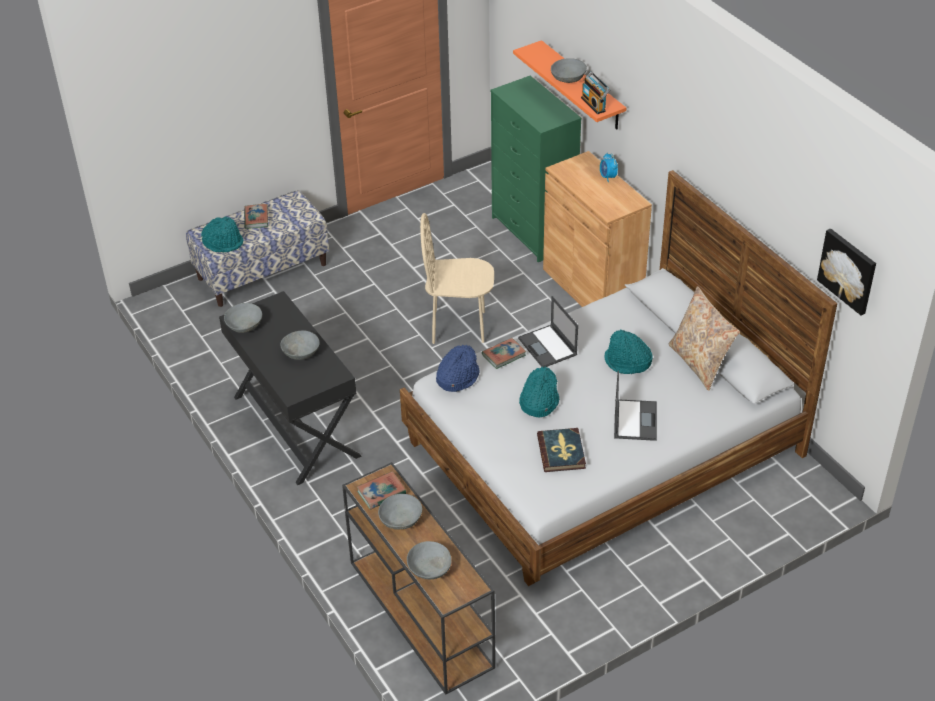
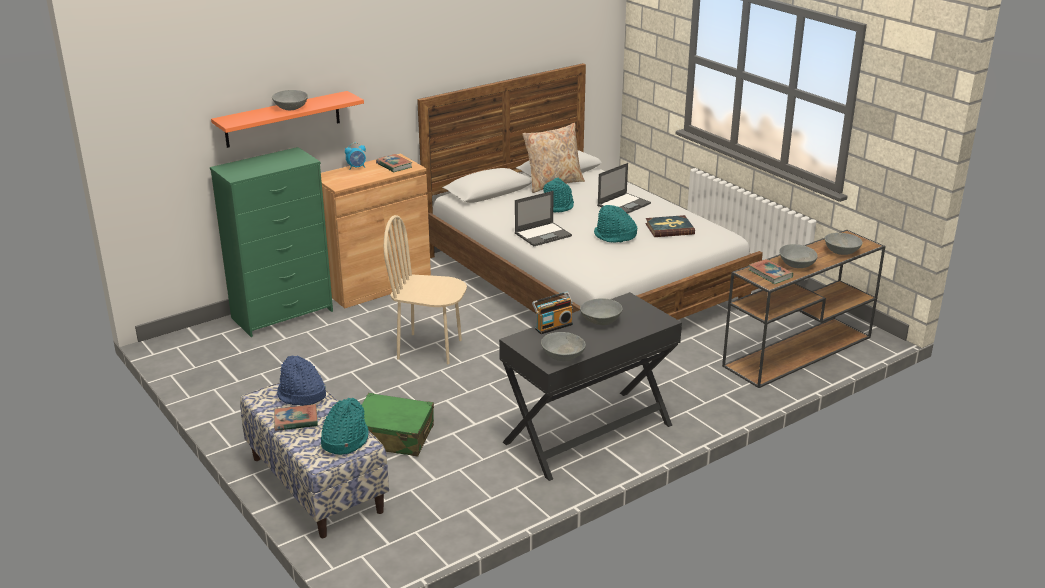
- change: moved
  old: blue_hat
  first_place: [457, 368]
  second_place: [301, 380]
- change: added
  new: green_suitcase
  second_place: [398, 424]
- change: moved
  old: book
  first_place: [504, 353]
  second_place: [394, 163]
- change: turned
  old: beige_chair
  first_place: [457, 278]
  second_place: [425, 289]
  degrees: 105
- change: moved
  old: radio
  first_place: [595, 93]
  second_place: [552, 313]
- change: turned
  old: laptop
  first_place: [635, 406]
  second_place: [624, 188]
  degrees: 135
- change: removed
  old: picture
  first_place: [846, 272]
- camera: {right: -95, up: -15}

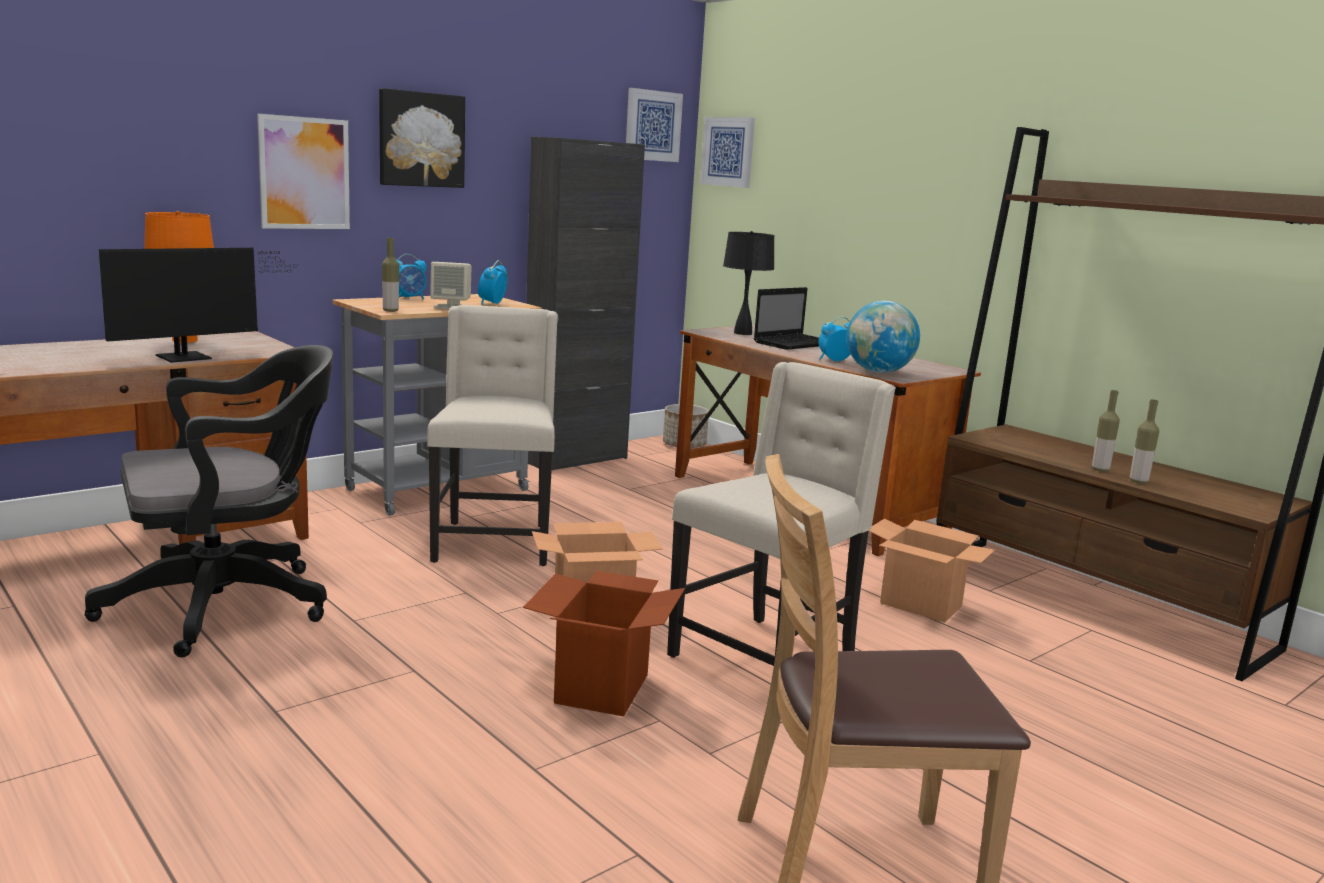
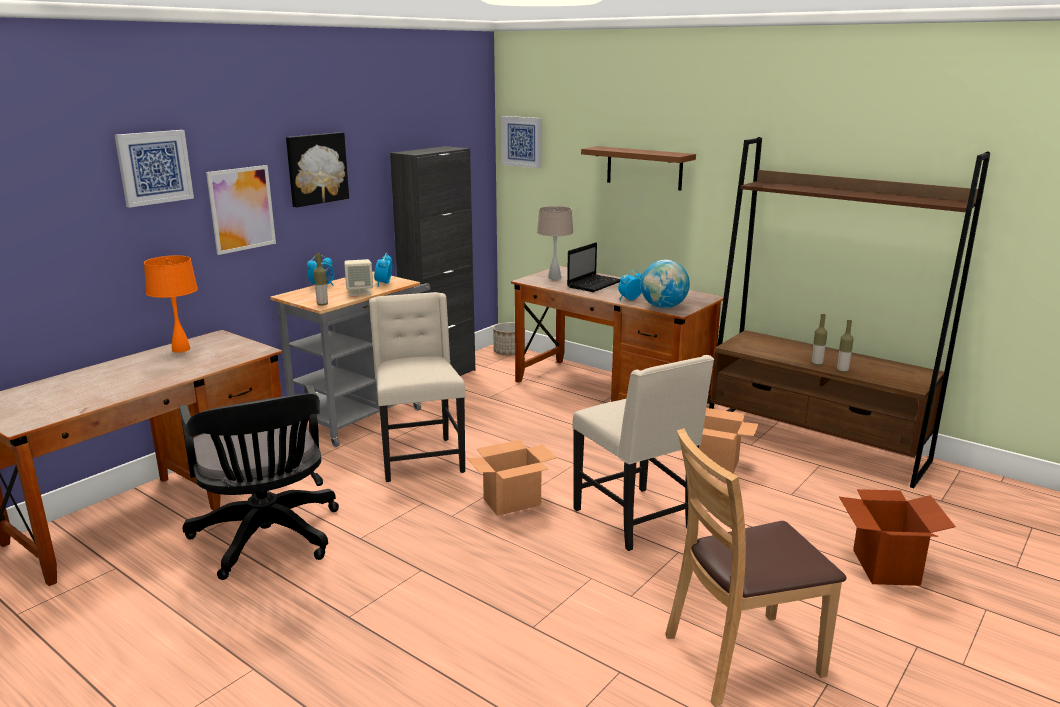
- change: moved
  old: picture
  first_place: [654, 125]
  second_place: [154, 169]
- change: turned
  old: black_office_chair
  first_place: [209, 501]
  second_place: [259, 482]
  degrees: 105
- change: recoloured
  old: black_table_lamp
  new: beige_table_lamp
  first_place: [749, 283]
  second_place: [555, 243]
- change: turned
  old: beige_chair
  first_place: [781, 514]
  second_place: [643, 453]
  degrees: 120
- change: added
  new: brown_shelf
  second_place: [638, 168]
- change: moved
  old: cardboard_box
  first_place: [604, 644]
  second_place: [897, 537]
- change: removed
  old: monitor
  first_place: [199, 305]
- camera: {right: -10, up: 5}

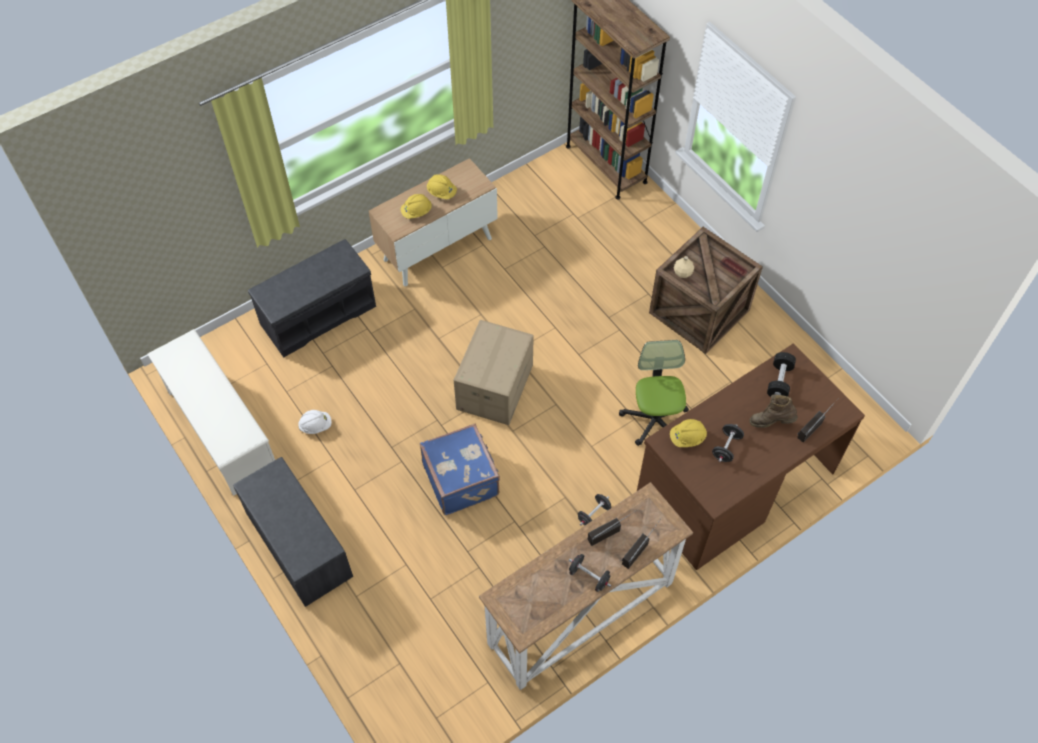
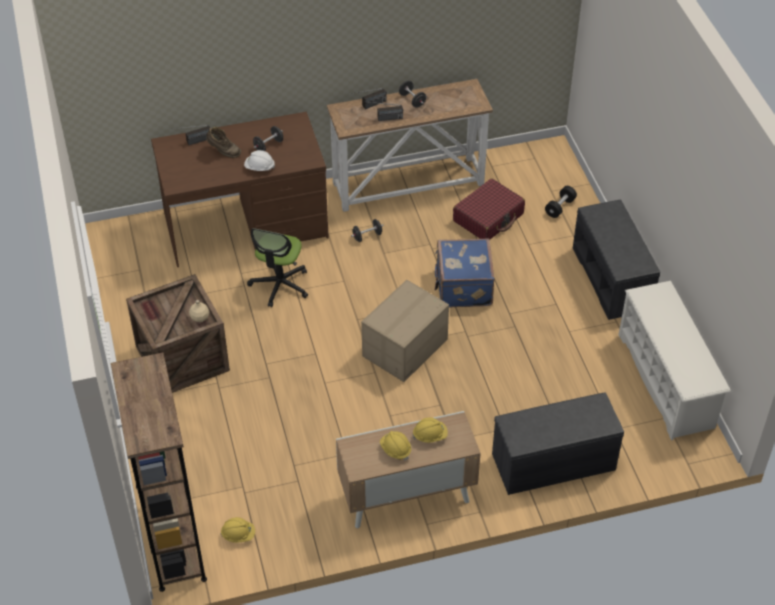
- change: moved
  old: yellow_hard_hat
  first_place: [688, 433]
  second_place: [238, 530]
- change: moved
  old: white_hard_hat
  first_place: [314, 422]
  second_place: [259, 160]
- change: added
  new: red_suitcase
  second_place: [489, 208]
- change: moved
  old: black_dumbbell
  first_place: [781, 374]
  second_place: [561, 202]
- camera: {right: -160, up: -10}

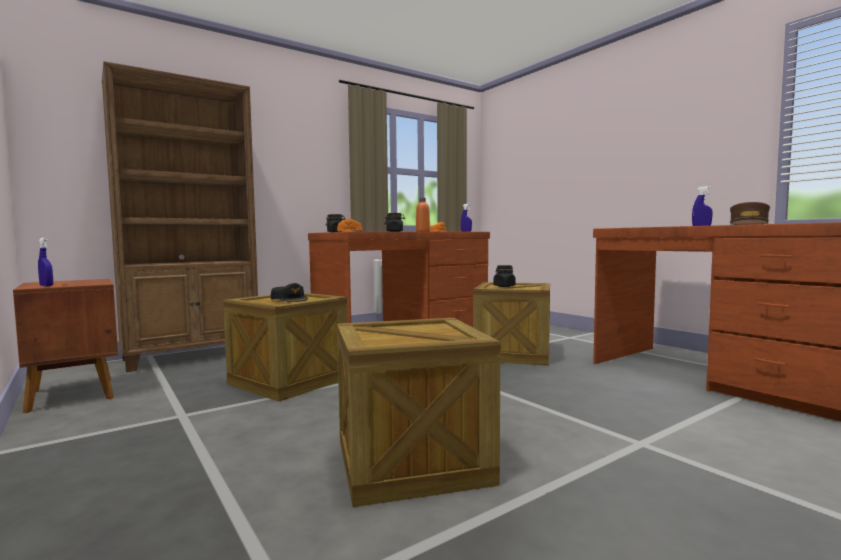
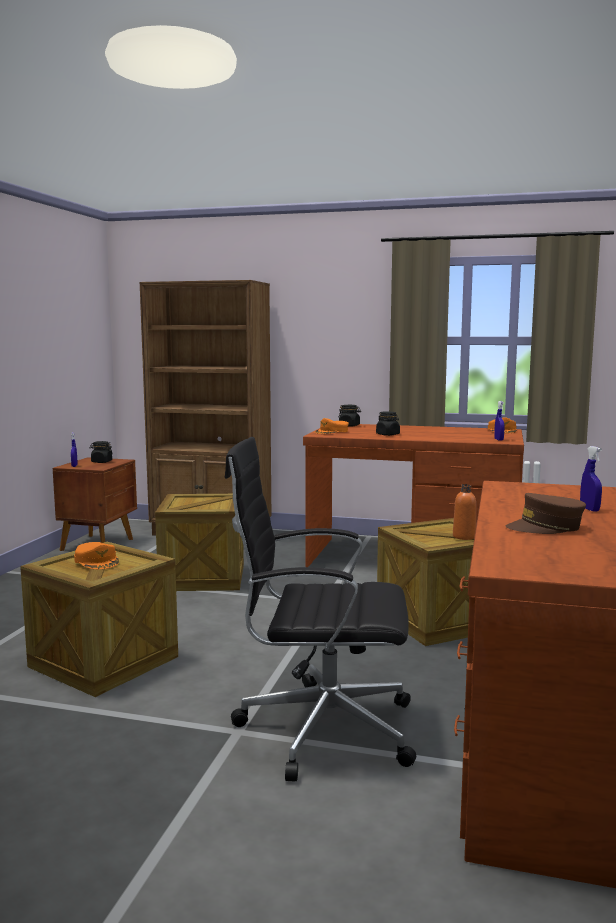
- change: added
  new: orange_cap
  second_place: [96, 555]
- change: moved
  old: black_jar
  first_place: [504, 276]
  second_place: [101, 452]
- change: added
  new: black_office_chair
  second_place: [320, 609]
- change: moved
  old: orange_bottle
  first_place: [423, 215]
  second_place: [464, 512]
- change: removed
  old: black_cap
  first_place: [289, 292]
- camera: {right: 50, up: 5}

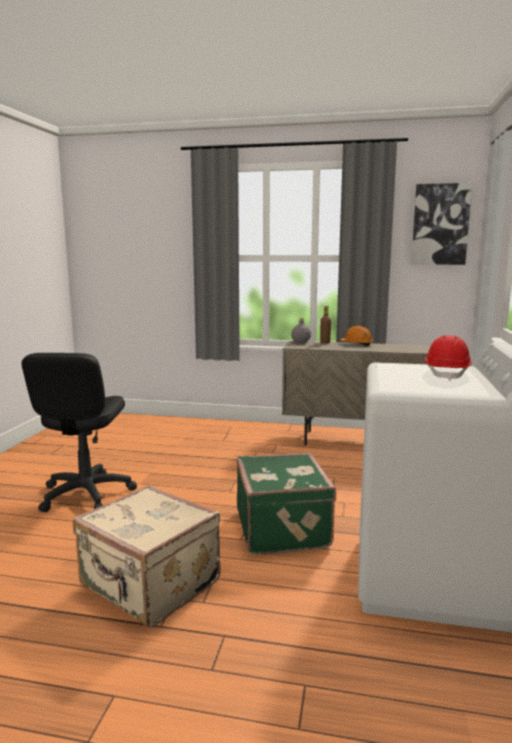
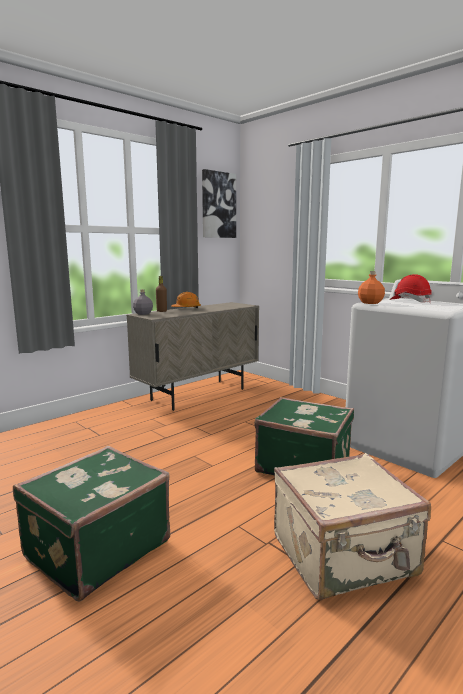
- change: replaced
  old: black_office_chair
  new: green_suitcase
  first_place: [79, 432]
  second_place: [91, 524]
- change: added
  new: orange_bottle
  second_place: [371, 287]
- camera: {right: -55, up: 0}

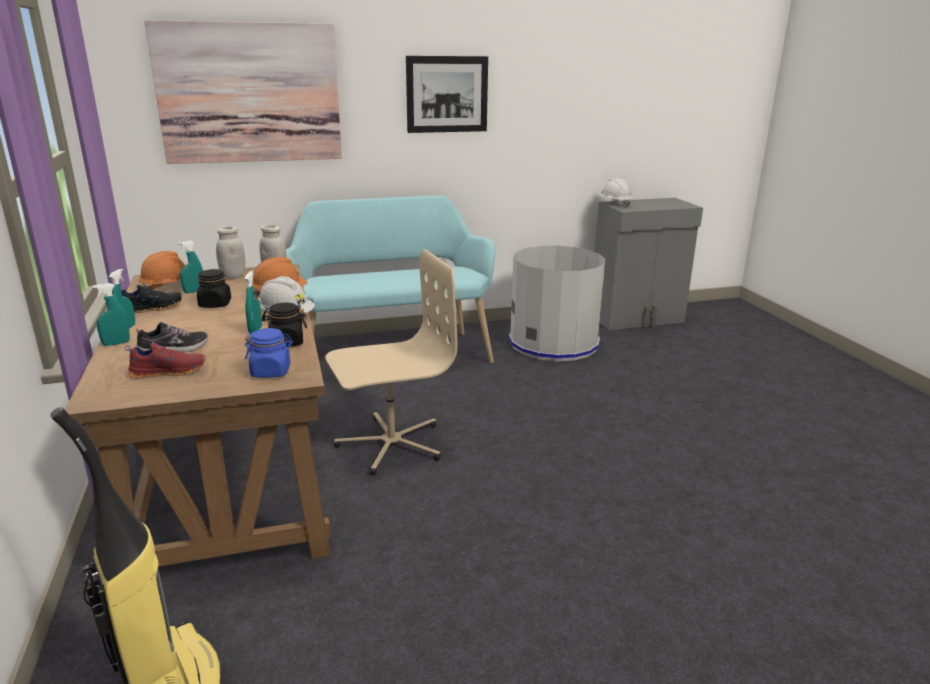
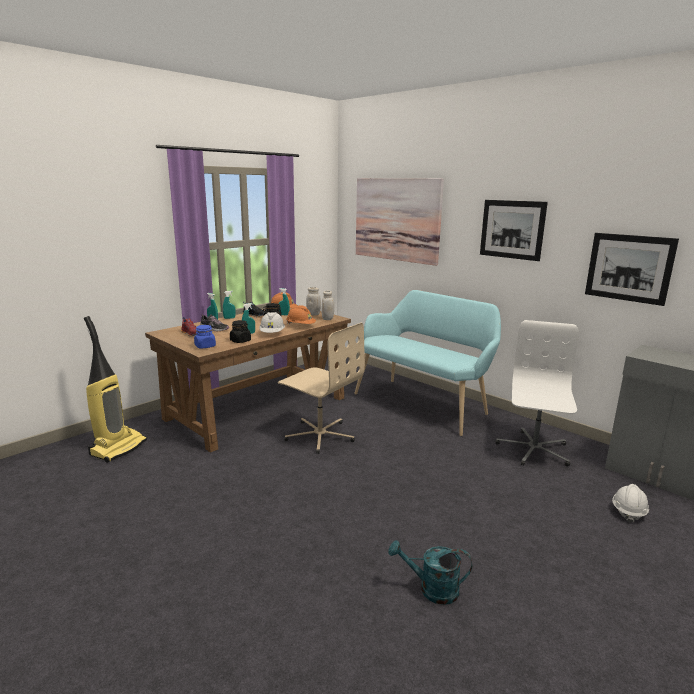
- change: added
  new: turquoise_watering_can
  second_place: [430, 572]
- change: replaced
  old: grey_trash_can
  new: white_office_chair
  first_place: [556, 303]
  second_place: [537, 393]
- change: added
  new: picture
  second_place: [632, 269]
- change: moved
  old: white_hard_hat
  first_place: [615, 192]
  second_place: [630, 503]
- camera: {right: 60, up: -5}

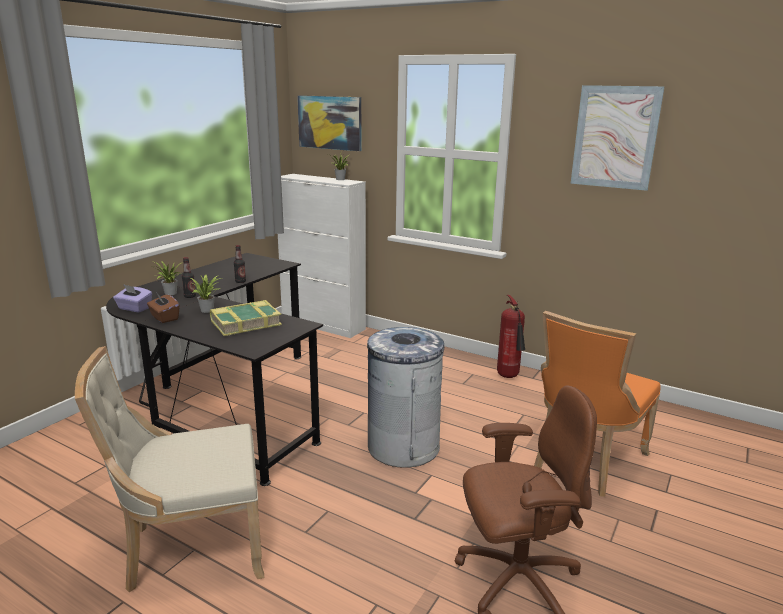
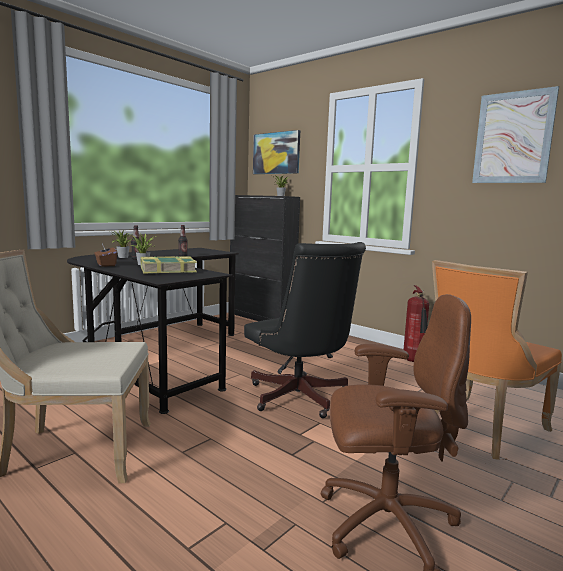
- change: recoloured
  old: white_cabinet
  new: black_cabinet
  first_place: [322, 256]
  second_place: [265, 258]
- change: replaced
  old: grey_trash_can
  new: black_office_chair
  first_place: [405, 397]
  second_place: [305, 330]
- change: removed
  old: purple_tissue_box
  first_place: [132, 298]
- camera: {right: 10, up: -10}

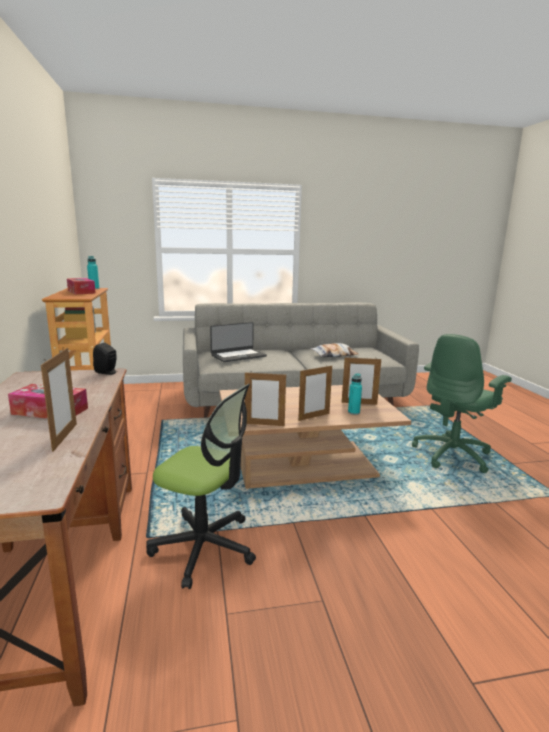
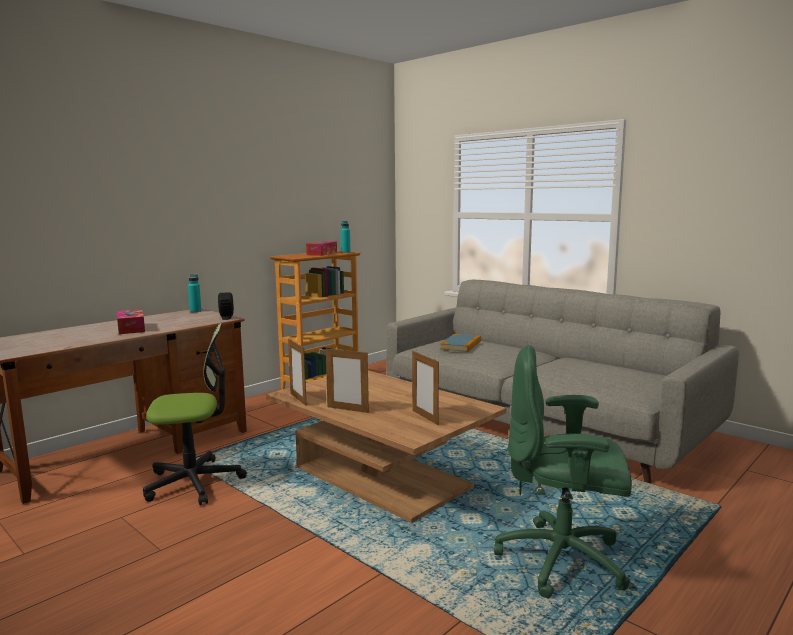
- change: turned
  old: office_chair
  first_place: [201, 486]
  second_place: [195, 414]
  degrees: -90
- change: moved
  old: turquoise_bottle
  first_place: [355, 394]
  second_place: [194, 293]
- change: replaced
  old: laptop
  new: book
  first_place: [238, 342]
  second_place: [460, 343]
- change: removed
  old: picture_frame
  first_place: [59, 399]
- change: removed
  old: pillow
  first_place: [334, 350]
- camera: {right: 55, up: -5}

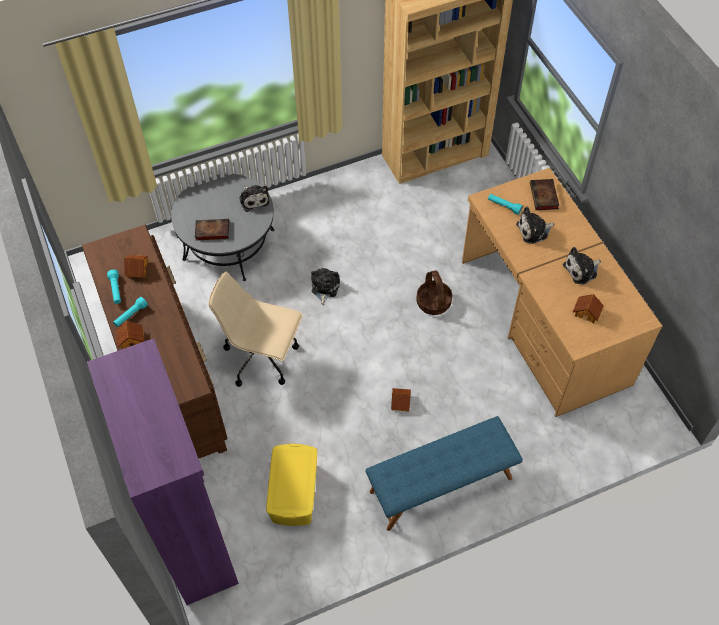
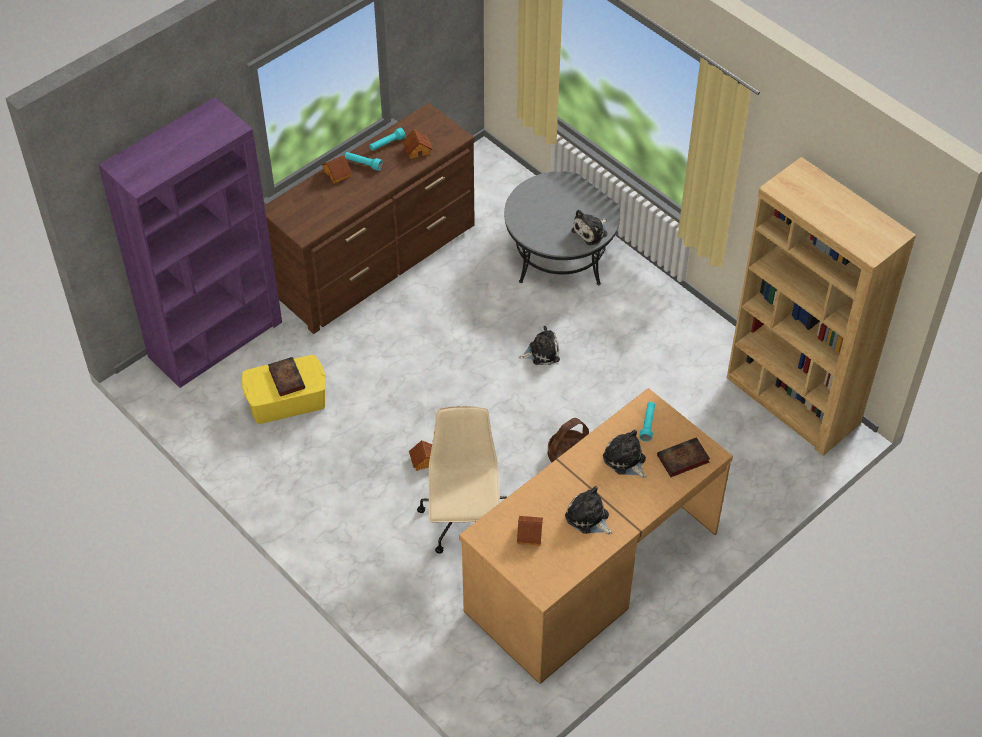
- change: moved
  old: book
  first_place: [212, 229]
  second_place: [286, 376]
- change: moved
  old: beige_office_chair
  first_place: [255, 329]
  second_place: [462, 480]
- change: removed
  old: blue_bench
  first_place: [444, 473]
- camera: {right: 70, up: -5}

